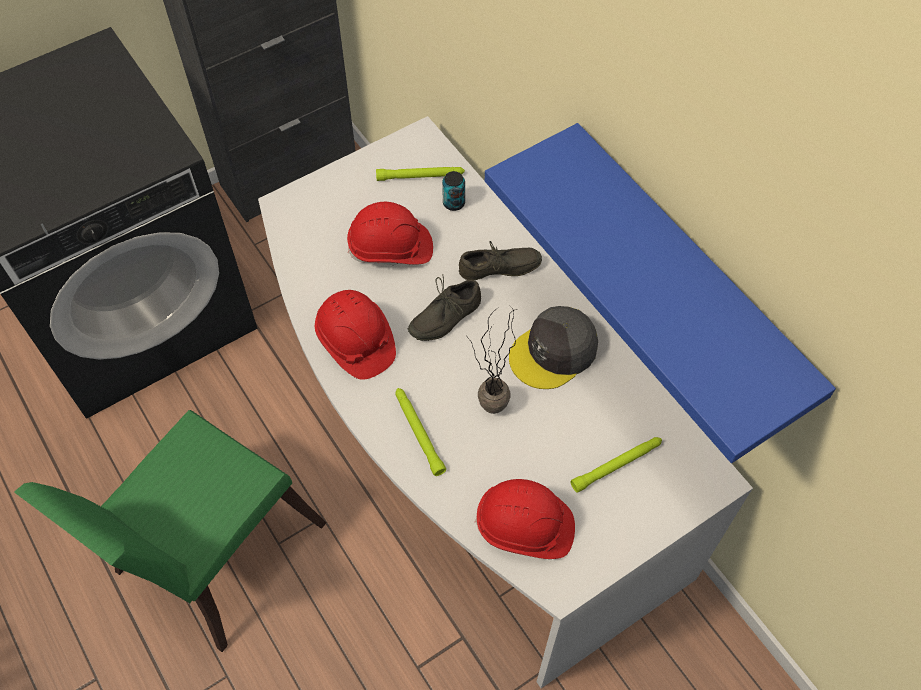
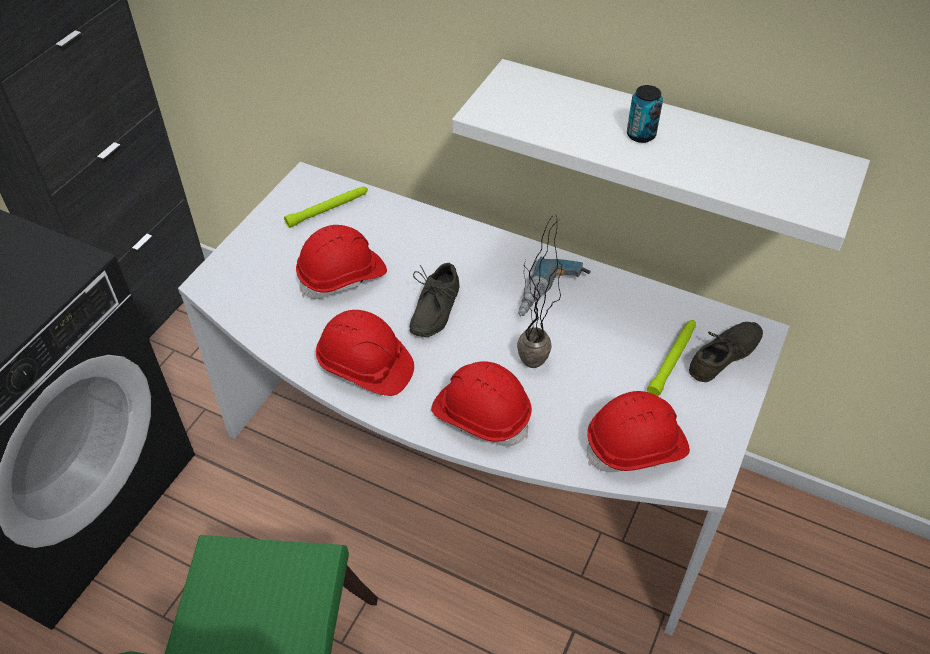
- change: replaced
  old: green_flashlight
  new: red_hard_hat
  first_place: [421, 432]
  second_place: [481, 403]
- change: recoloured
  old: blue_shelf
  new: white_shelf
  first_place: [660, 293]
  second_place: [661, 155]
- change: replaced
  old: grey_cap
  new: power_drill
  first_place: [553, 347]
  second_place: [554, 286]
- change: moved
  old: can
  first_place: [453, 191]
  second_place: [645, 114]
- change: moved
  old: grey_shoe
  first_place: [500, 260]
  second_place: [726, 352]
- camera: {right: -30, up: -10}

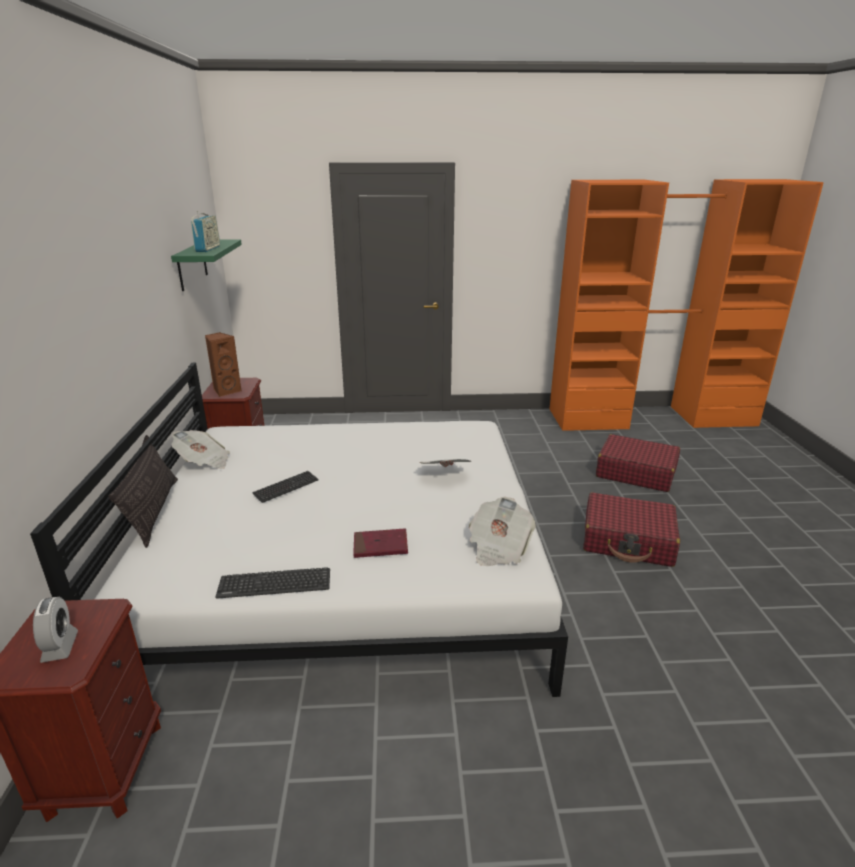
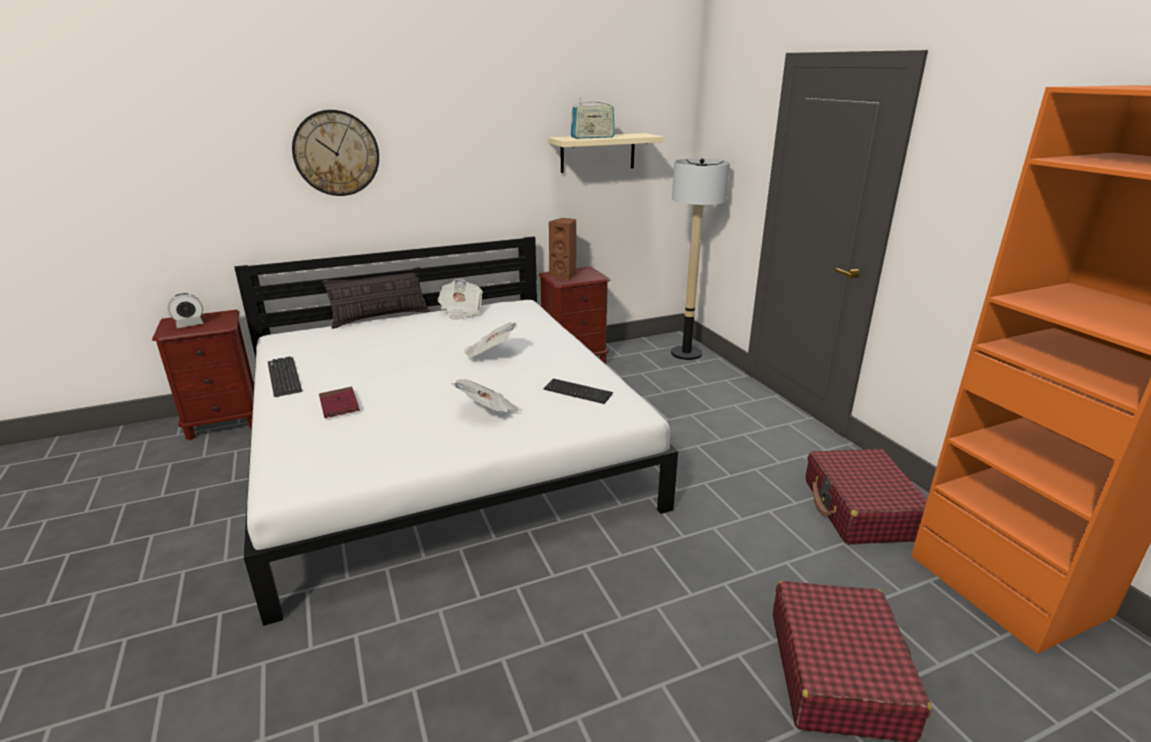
- change: added
  new: wall_clock
  second_place: [335, 153]
- change: moved
  old: newspaper
  first_place: [502, 531]
  second_place: [490, 340]
- change: moved
  old: keyboard
  first_place: [285, 487]
  second_place: [578, 391]
- change: recoloured
  old: green_shelf
  new: beige_shelf
  first_place: [206, 265]
  second_place: [606, 153]
- change: added
  new: floor_lamp
  second_place: [700, 259]
- change: moved
  old: red_suitcase
  first_place: [631, 529]
  second_place: [866, 496]
- camera: {right: 70, up: 0}

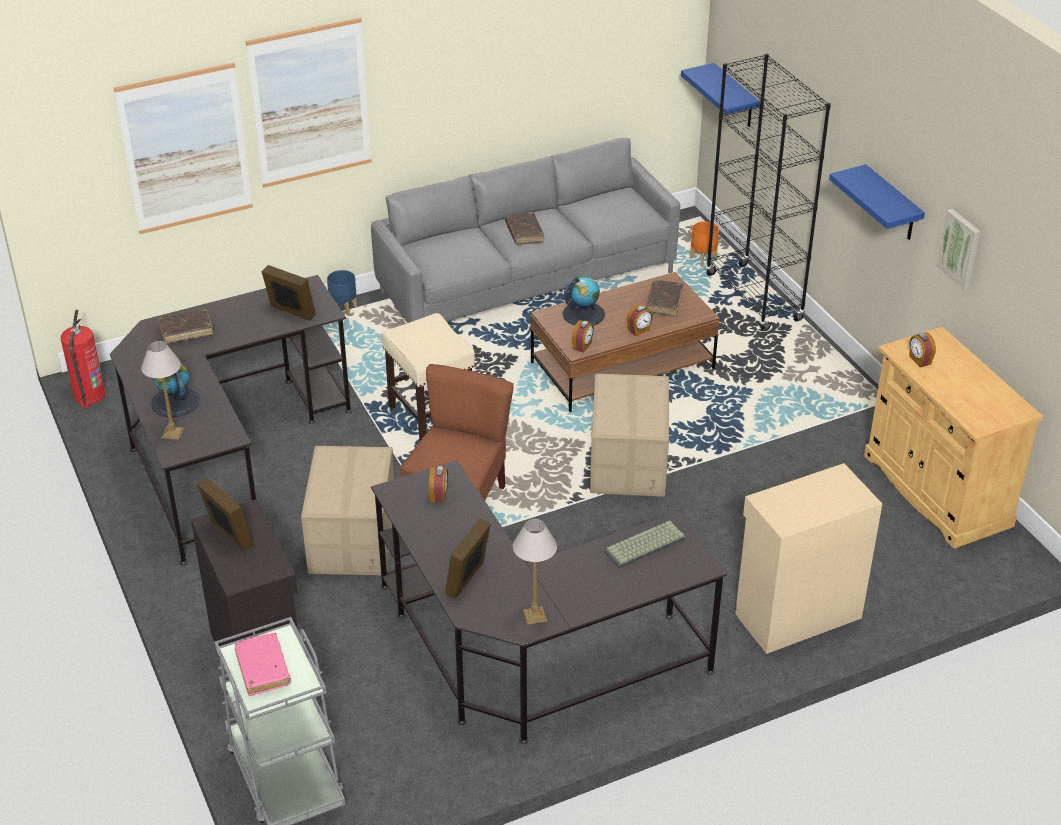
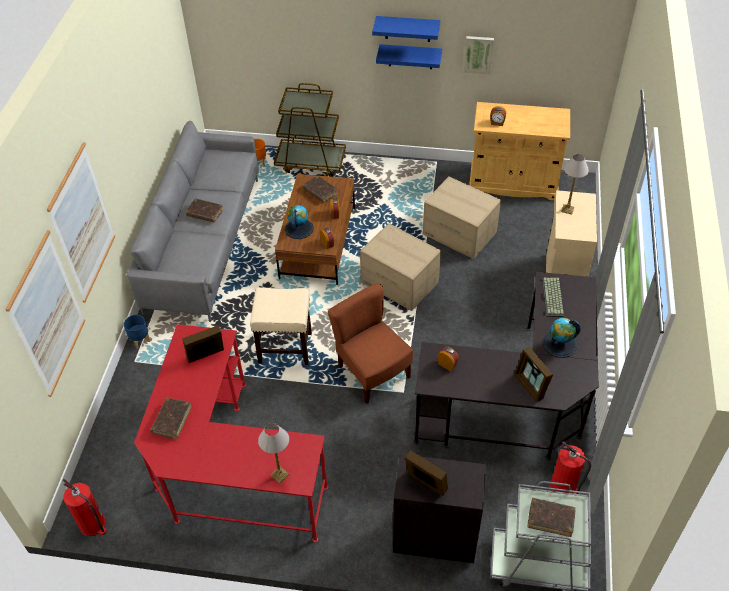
- change: recoloured
  old: black_desk
  new: red_desk
  first_place: [231, 420]
  second_place: [231, 433]
- change: replaced
  old: black_bookcase
  new: brown_cart
  first_place: [768, 192]
  second_place: [310, 130]
- change: moved
  old: blue_shelf
  first_place: [720, 95]
  second_place: [406, 29]
- change: turned
  old: picture_frame
  first_place: [225, 514]
  second_place: [426, 473]
  degrees: 45
- change: moved
  old: cardboard_box
  first_place: [348, 510]
  second_place: [462, 218]
- change: recoloured
  old: pink_book
  new: brown_book
  first_place: [263, 664]
  second_place: [552, 517]
- change: moved
  old: globe
  first_place: [175, 390]
  second_place: [562, 338]
- change: added
  new: fire_extinguisher
  second_place: [570, 467]
- change: moved
  old: table_lamp
  first_place: [535, 572]
  second_place: [575, 184]
- camera: {right: -55, up: 10}

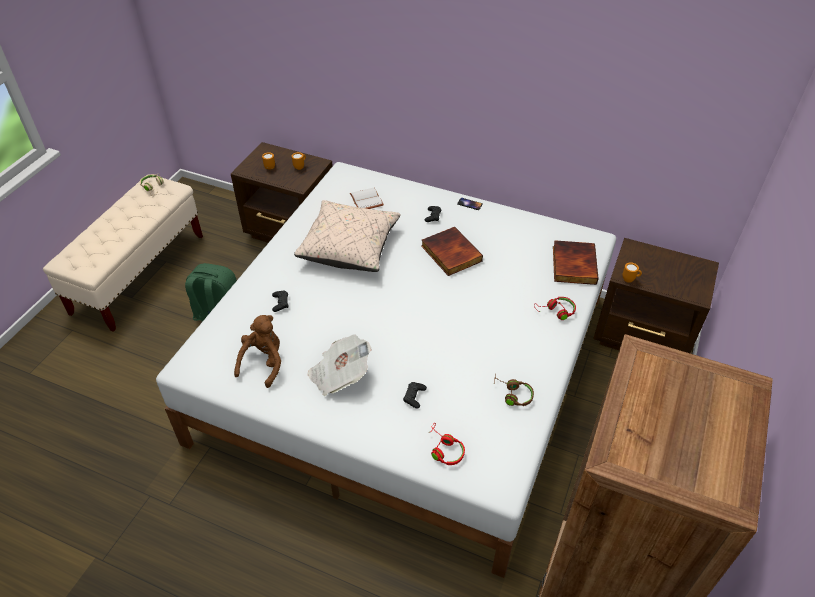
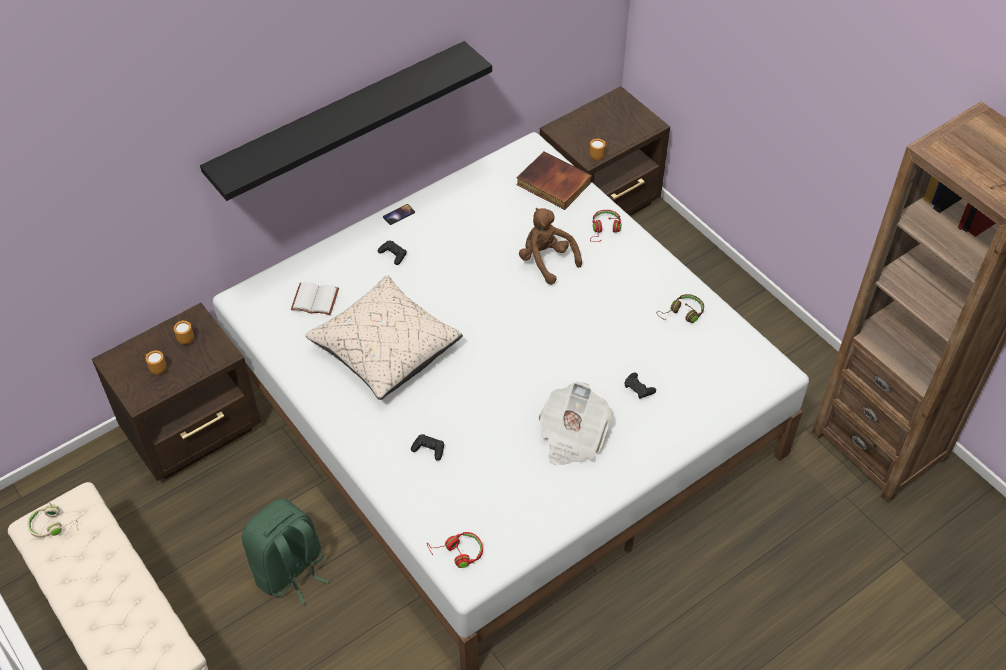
- change: added
  new: black_shelf
  second_place: [346, 121]
- change: moved
  old: red_headphones
  first_place: [447, 444]
  second_place: [455, 550]
- change: moved
  old: brown_plush_toy
  first_place: [257, 351]
  second_place: [550, 246]
- change: removed
  old: book
  first_place: [452, 251]
- camera: {right: -60, up: 5}

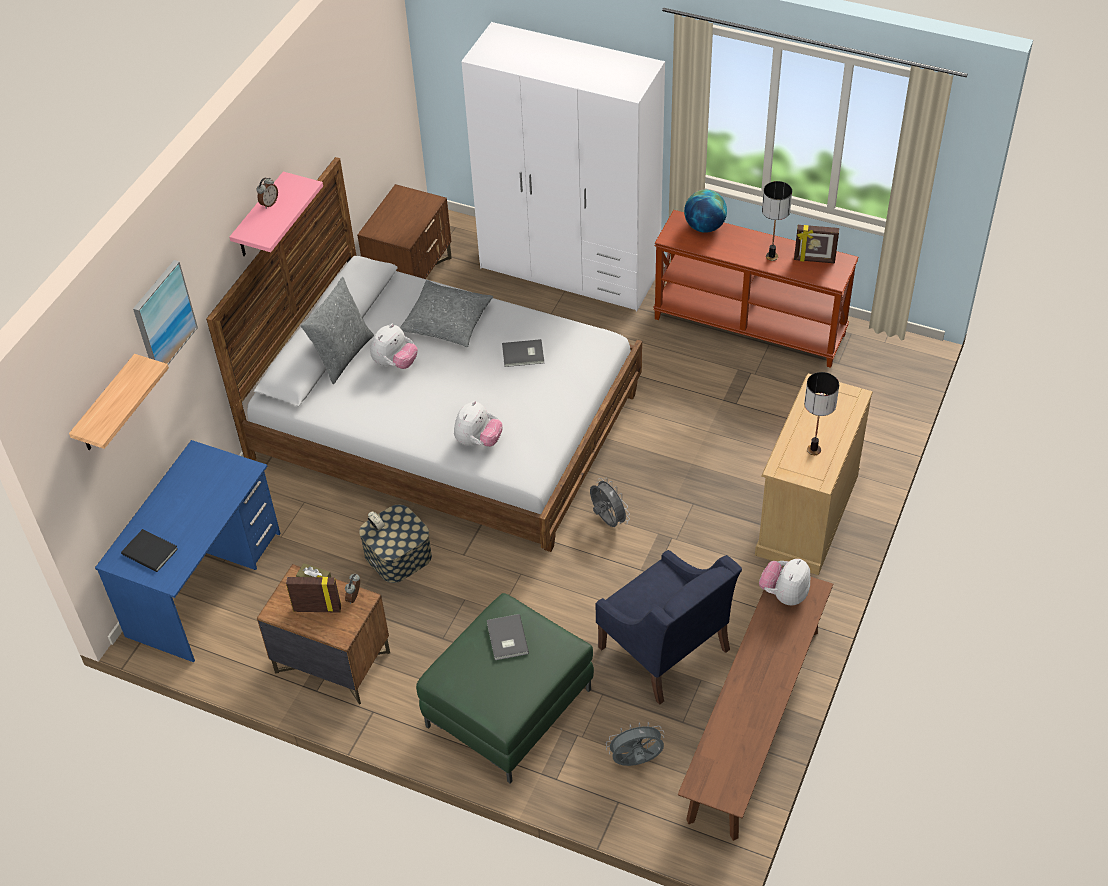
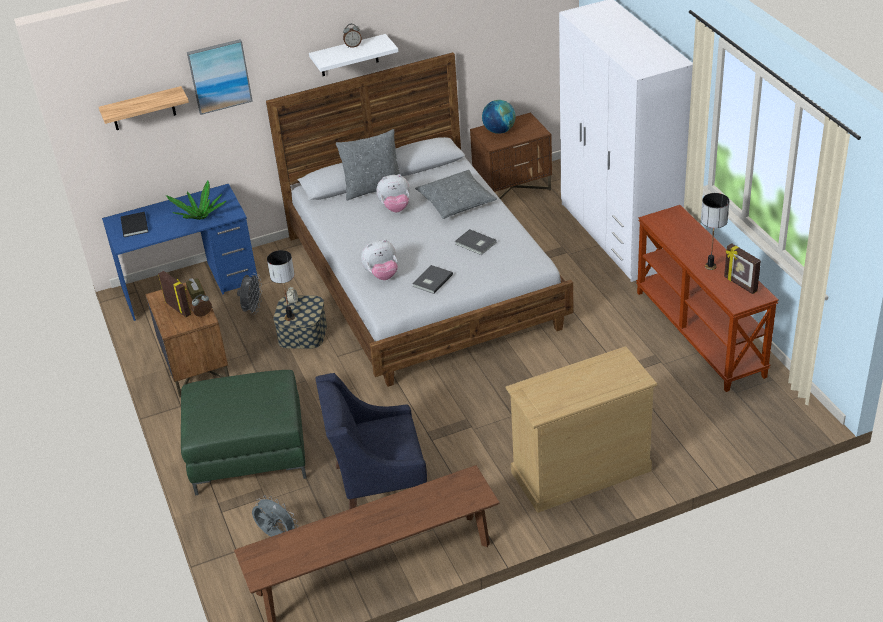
- change: added
  new: potted_plant
  second_place: [196, 200]
- change: moved
  old: grey_fan
  first_place: [610, 502]
  second_place: [249, 294]
- change: moved
  old: table_lamp
  first_place: [821, 413]
  second_place: [281, 285]
- change: recoloured
  old: pink_shelf
  new: white_shelf
  first_place: [276, 214]
  second_place: [353, 55]
- change: turned
  old: blue_armchair
  first_place: [668, 627]
  second_place: [371, 441]
  degrees: 75
- change: moved
  old: grey_book
  first_place: [508, 637]
  second_place: [432, 279]
- change: moved
  old: globe
  first_place: [705, 211]
  second_place: [499, 117]
- change: removed
  old: plush_toy
  first_place: [784, 582]
- camera: {right: 45, up: -10}

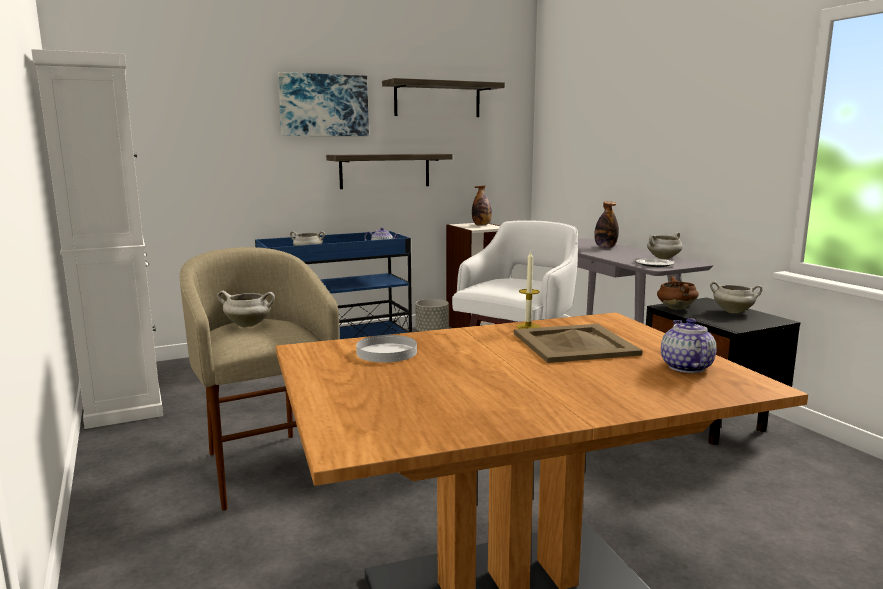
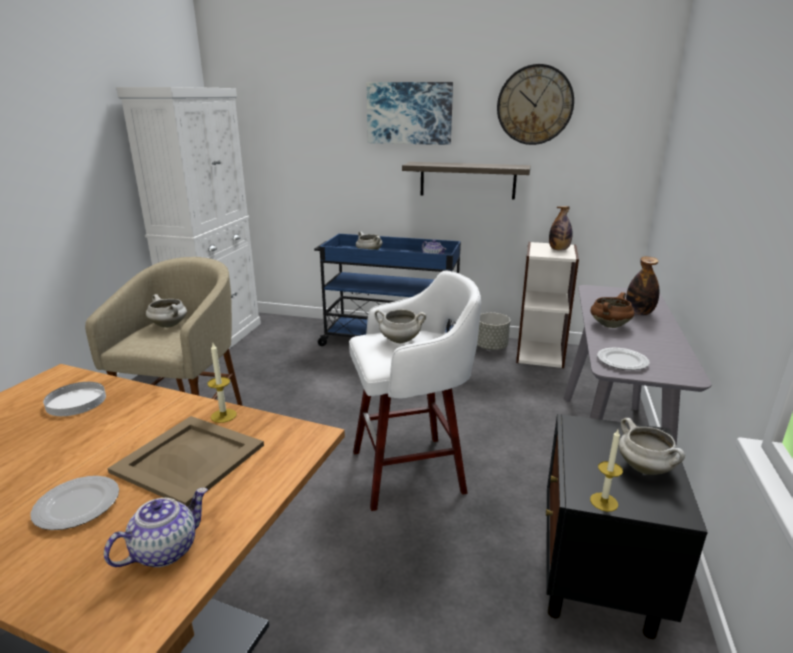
- change: added
  new: plate
  second_place: [74, 503]
- change: moved
  old: white_cooking_pot
  first_place: [665, 245]
  second_place: [400, 326]
- change: replaced
  old: shelf
  new: wall_clock
  first_place: [443, 97]
  second_place: [535, 104]
- change: moved
  old: brown_cooking_pot
  first_place: [678, 293]
  second_place: [612, 310]
- change: added
  new: candle
  second_place: [606, 471]
- camera: {right: 40, up: 10}

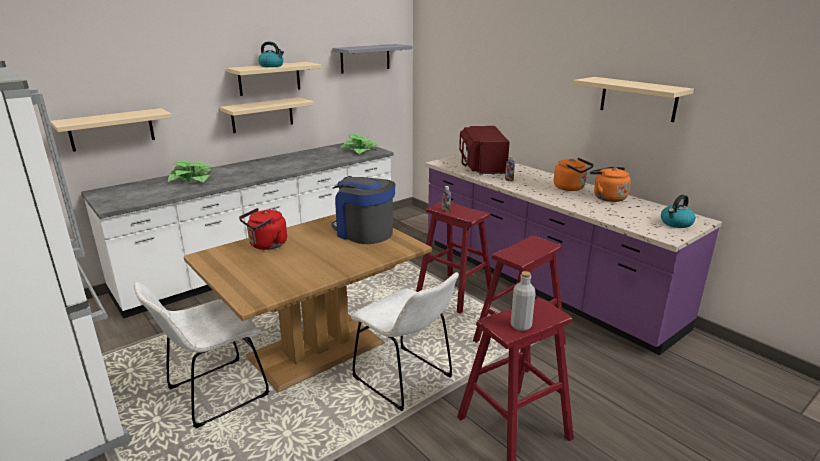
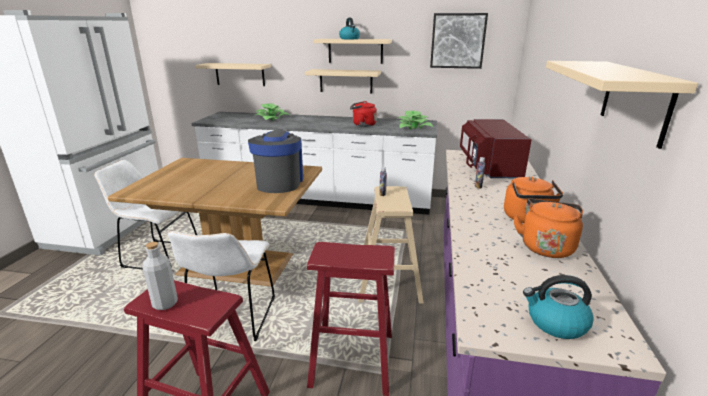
- change: moved
  old: red_kettle
  first_place: [263, 229]
  second_place: [363, 114]
- change: recoloured
  old: red_stool
  new: beige_stool
  first_place: [454, 257]
  second_place: [391, 245]
- change: replaced
  old: grey_shelf
  new: picture
  first_place: [372, 59]
  second_place: [459, 41]
- change: turned
  old: red_microwave
  first_place: [484, 150]
  second_place: [496, 148]
  degrees: -45
- camera: {right: 50, up: 0}

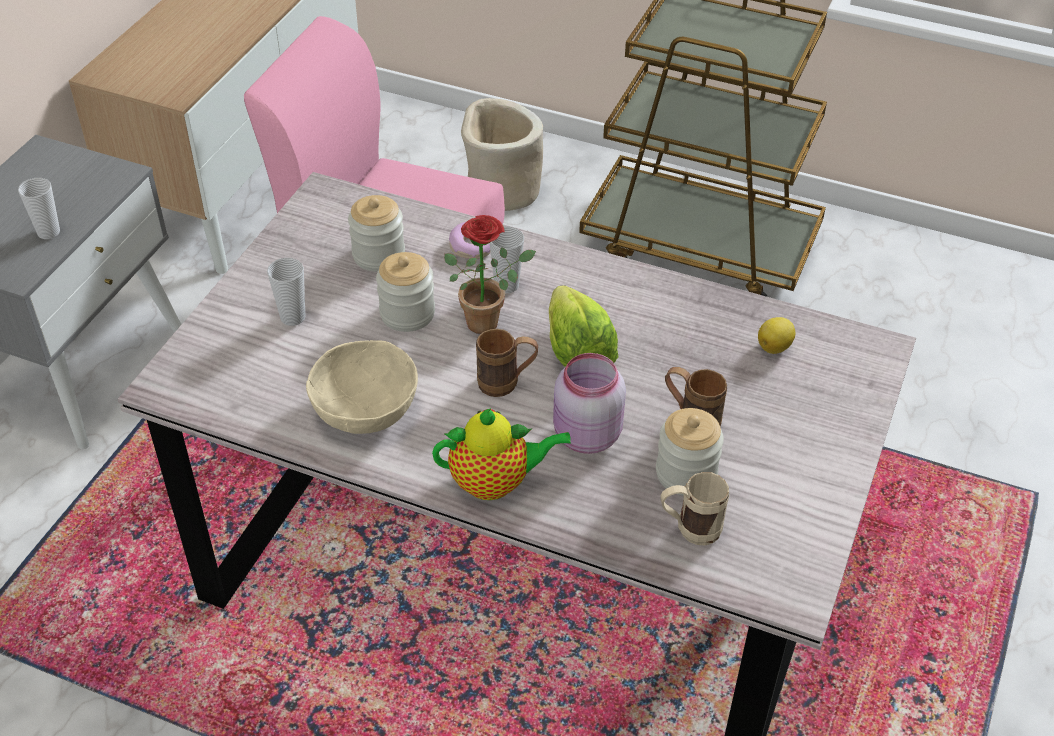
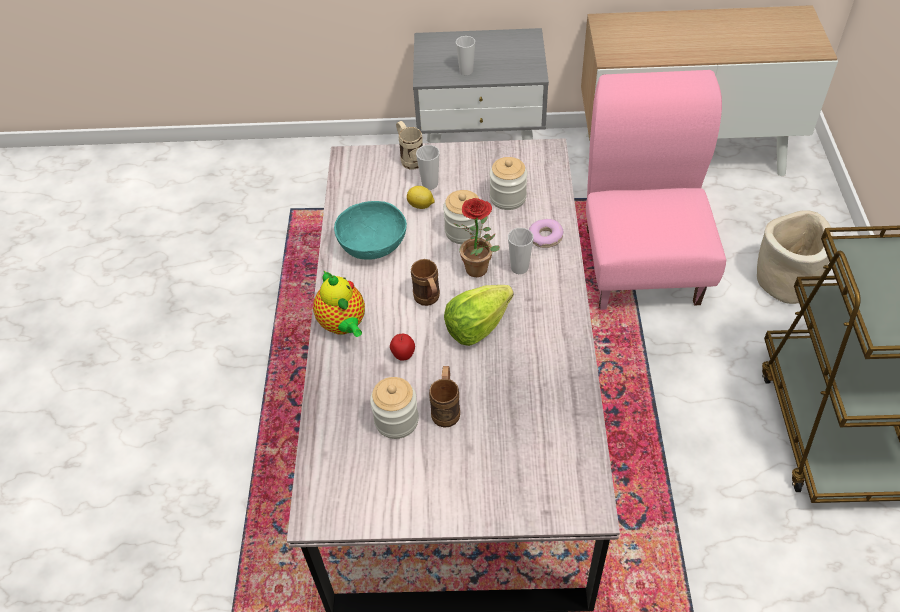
- change: recoloured
  old: beige_bowl
  new: turquoise_bowl
  first_place: [362, 387]
  second_place: [370, 230]
- change: replaced
  old: pink_jar
  new: apple
  first_place: [589, 403]
  second_place: [402, 347]
- change: moved
  old: beige_mug
  first_place: [694, 508]
  second_place: [409, 145]
- change: moved
  old: lemon
  first_place: [777, 335]
  second_place: [421, 197]
- camera: {right: 70, up: 5}

